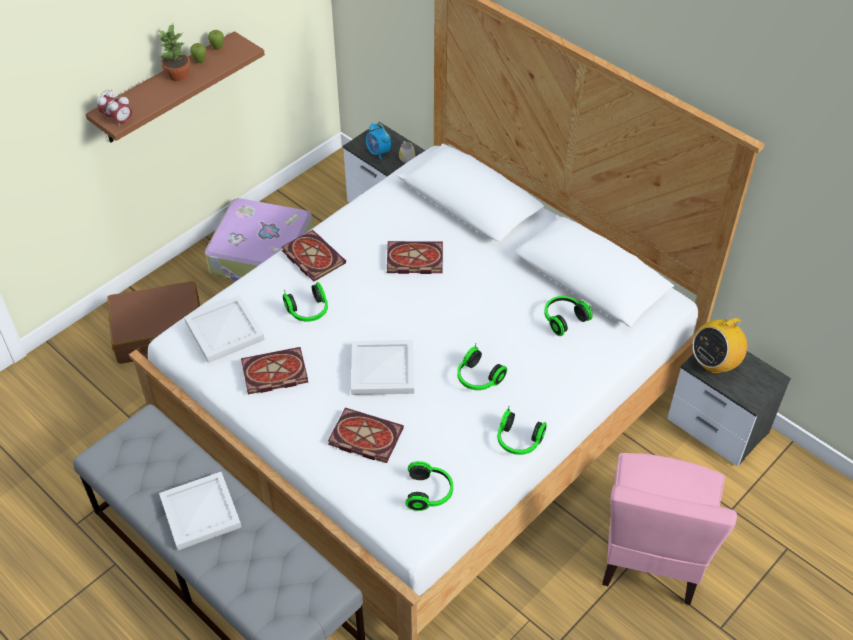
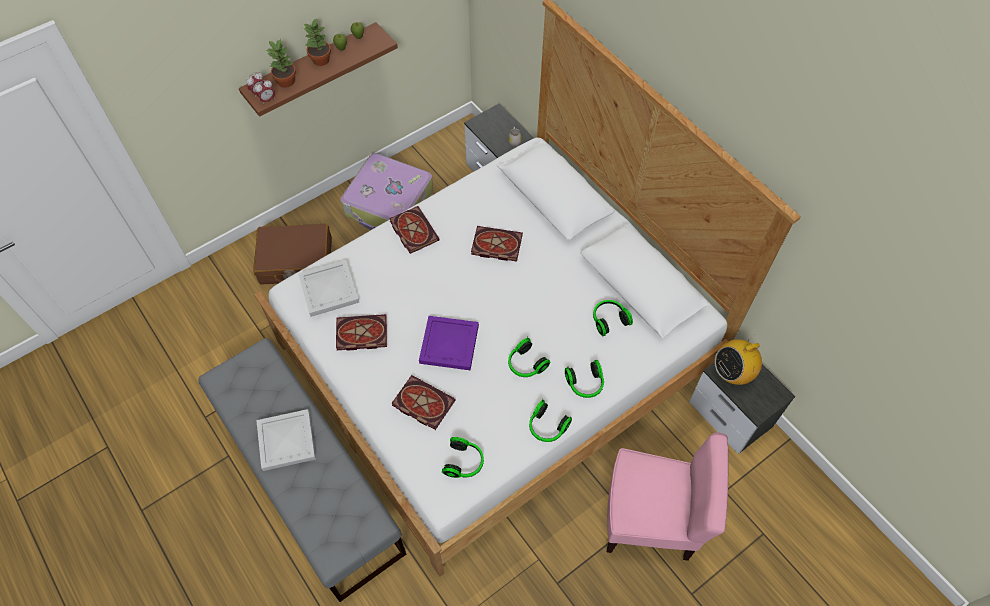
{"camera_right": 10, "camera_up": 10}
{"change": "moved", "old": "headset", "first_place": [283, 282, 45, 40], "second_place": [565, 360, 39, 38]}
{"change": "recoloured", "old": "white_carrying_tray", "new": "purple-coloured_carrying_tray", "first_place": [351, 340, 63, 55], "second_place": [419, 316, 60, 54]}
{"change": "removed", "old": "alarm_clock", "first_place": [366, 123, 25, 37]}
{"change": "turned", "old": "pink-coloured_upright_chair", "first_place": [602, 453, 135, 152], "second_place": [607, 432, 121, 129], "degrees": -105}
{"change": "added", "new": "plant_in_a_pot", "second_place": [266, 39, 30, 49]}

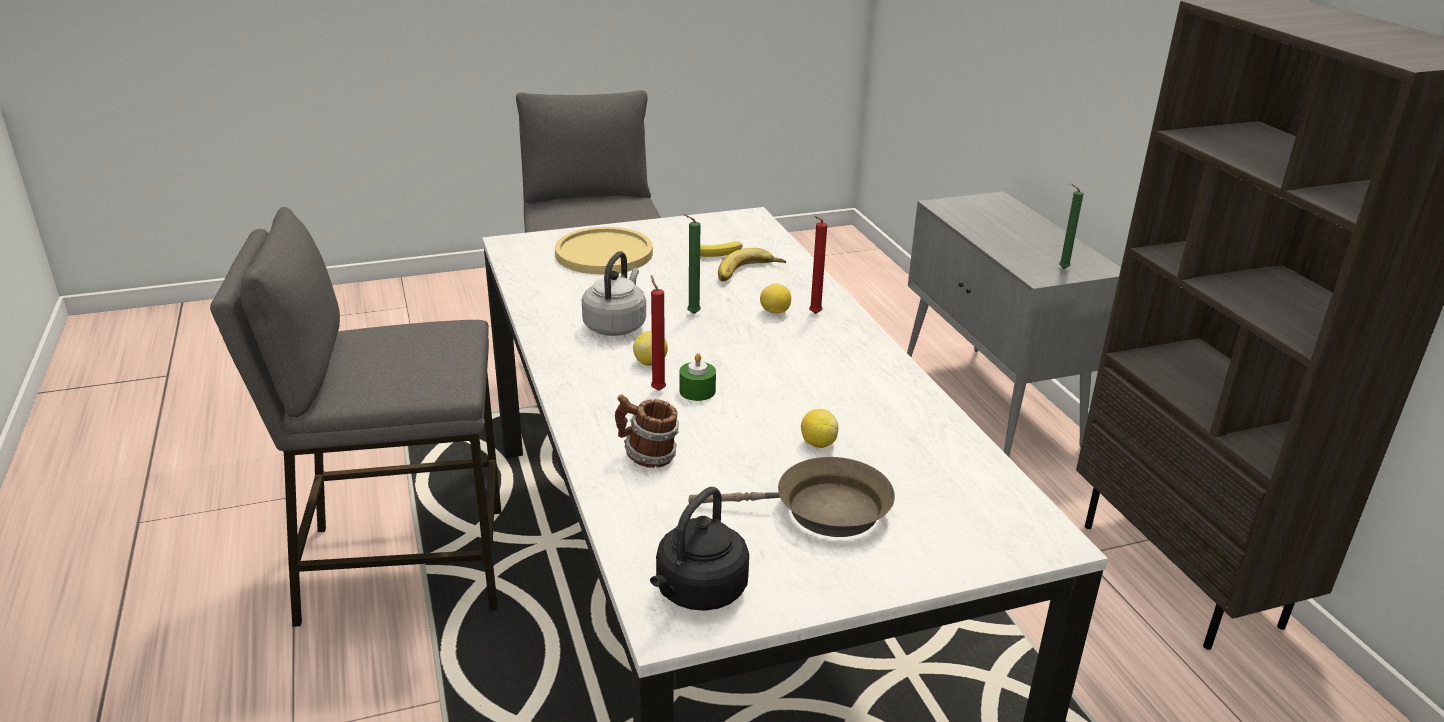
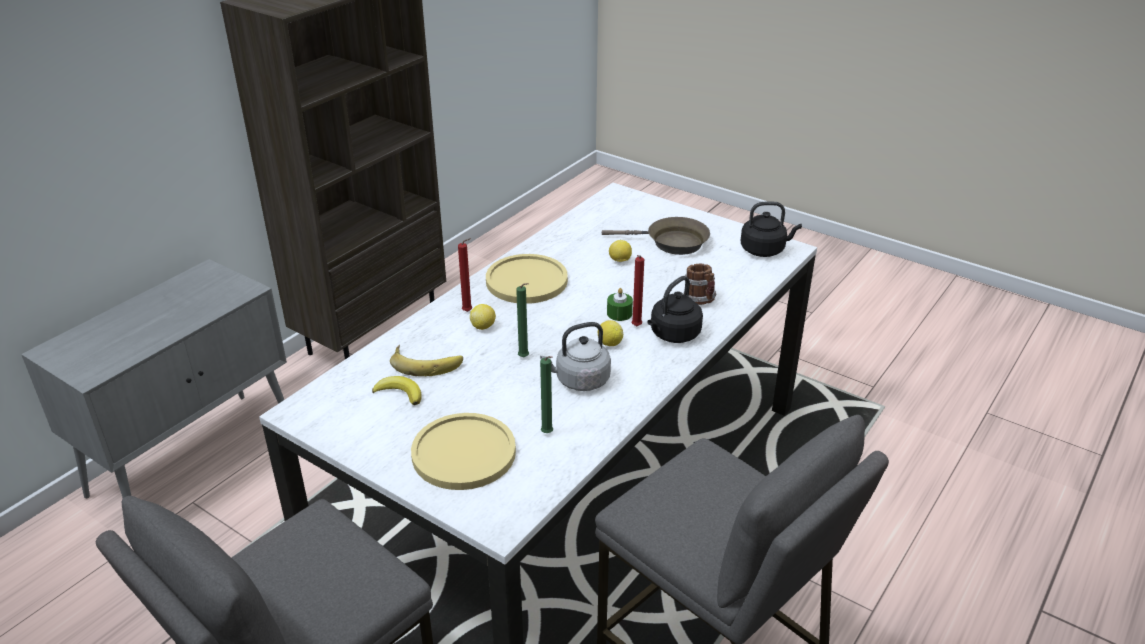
{"camera_right": -125, "camera_up": 5}
{"change": "turned", "old": "brown_pan", "first_place": [689, 457, 206, 80], "second_place": [602, 217, 108, 38], "degrees": 135}
{"change": "moved", "old": "green_candle", "first_place": [1059, 184, 24, 85], "second_place": [540, 356, 13, 77]}
{"change": "added", "new": "yellow-coloured_flat_dish", "second_place": [486, 254, 82, 50]}
{"change": "added", "new": "blackish_kettle", "second_place": [647, 276, 56, 67]}

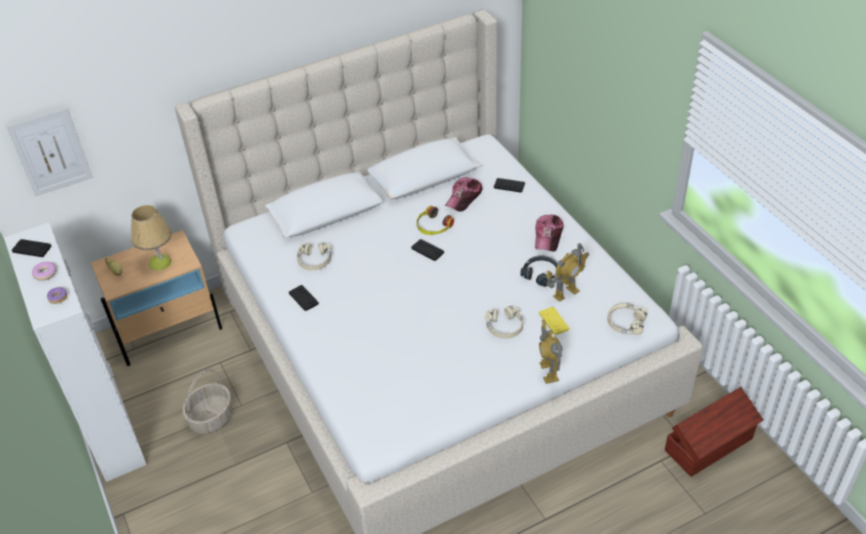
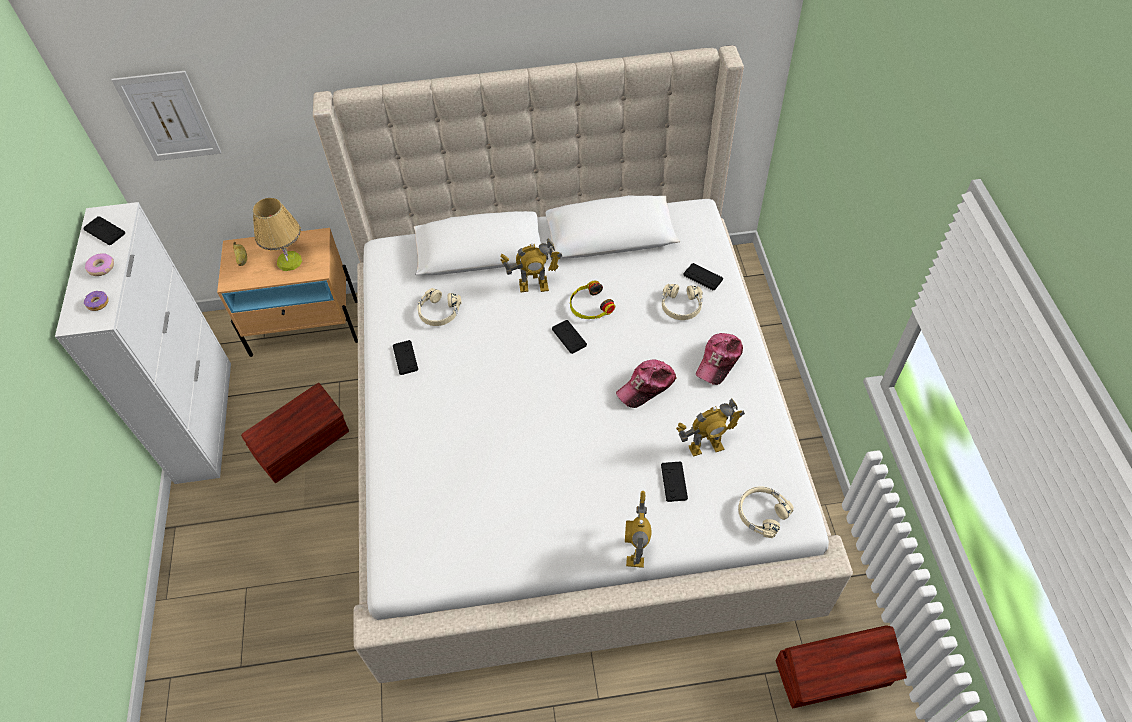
{"camera_right": 20, "camera_up": 10}
{"change": "replaced", "old": "storage_basket", "new": "brown_storage_bin", "first_place": [183, 369, 49, 65], "second_place": [241, 382, 108, 101]}
{"change": "moved", "old": "cap", "first_place": [445, 177, 38, 35], "second_place": [616, 360, 60, 48]}
{"change": "moved", "old": "beige-coloured_headset", "first_place": [485, 306, 38, 33], "second_place": [662, 284, 41, 36]}
{"change": "removed", "old": "blackish_headset", "first_place": [520, 255, 38, 32]}
{"change": "recoloured", "old": "yellow-coloured_gamepad", "new": "blackish_gamepad", "first_place": [539, 307, 30, 28], "second_place": [661, 461, 27, 41]}
{"change": "added", "new": "model_robot", "second_place": [500, 238, 62, 54]}

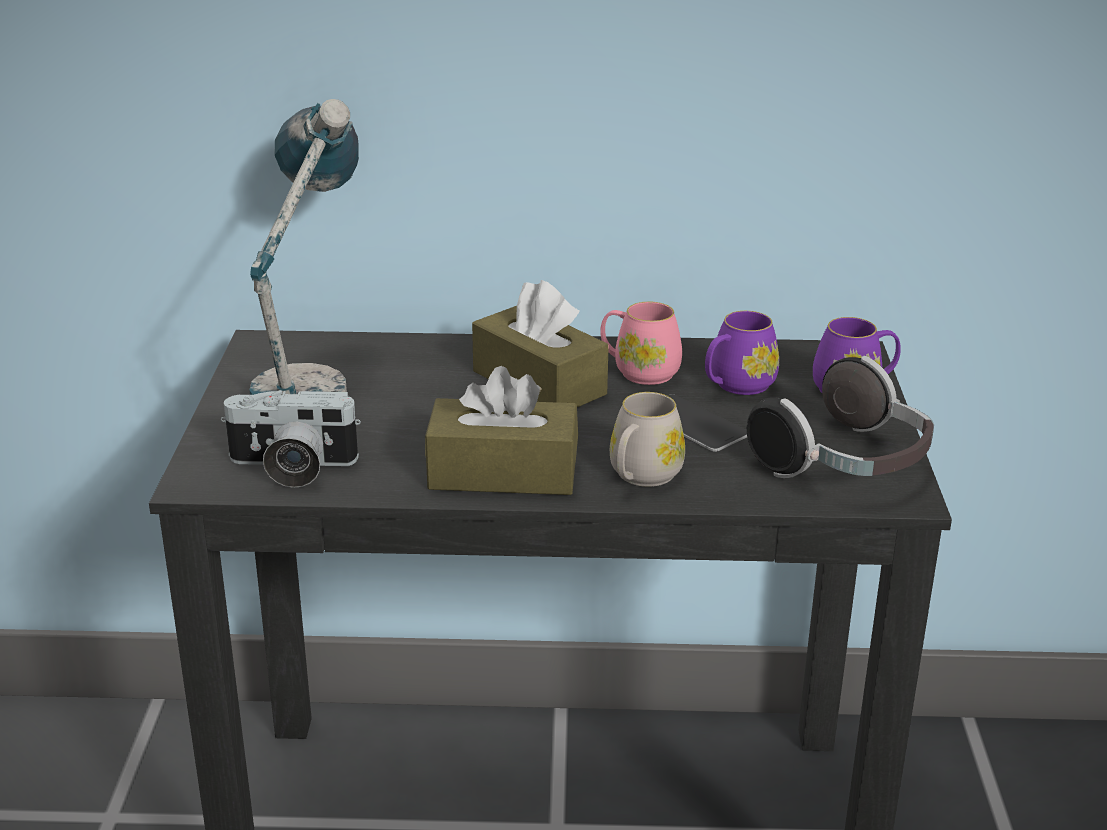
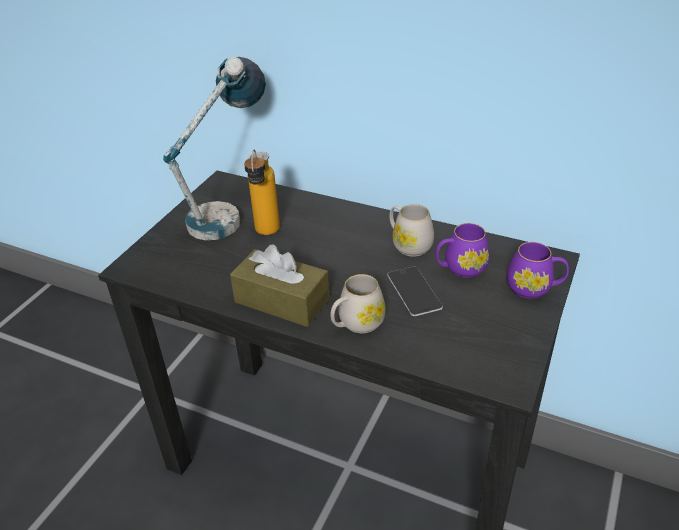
{"camera_right": 25, "camera_up": 10}
{"change": "removed", "old": "photo_camera", "first_place": [221, 390, 140, 98]}
{"change": "removed", "old": "brown_tissue_box", "first_place": [472, 280, 137, 127]}
{"change": "recoloured", "old": "pink-coloured_coffee_mug", "new": "white_coffee_mug", "first_place": [600, 302, 82, 83], "second_place": [390, 204, 44, 53]}
{"change": "removed", "old": "headset", "first_place": [747, 356, 187, 122]}
{"change": "added", "new": "beverage_bottle", "second_place": [244, 149, 36, 86]}

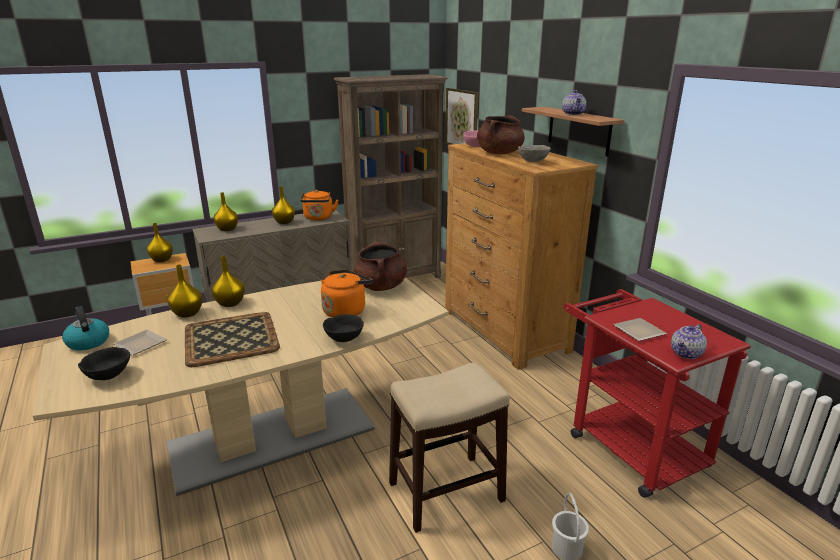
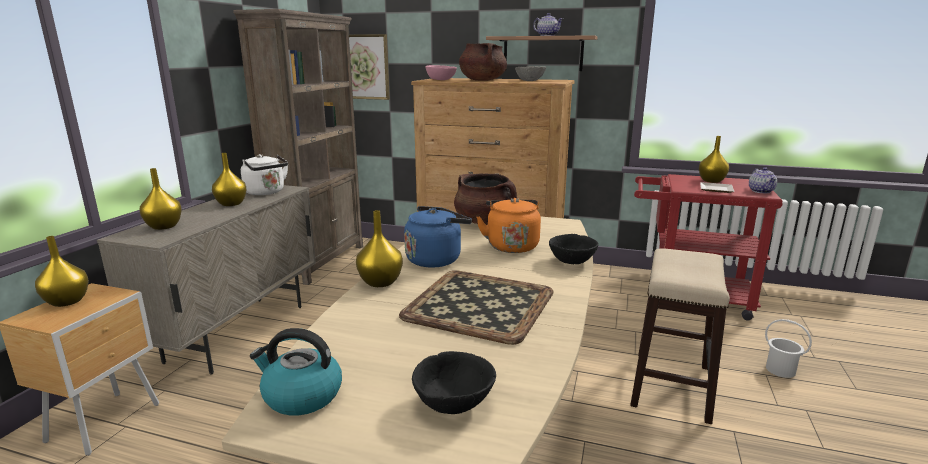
{"camera_right": -45, "camera_up": -5}
{"change": "removed", "old": "flat_dish", "first_place": [114, 330, 53, 25]}
{"change": "moved", "old": "yellow-coloured_decorative_vase", "first_place": [167, 265, 36, 53], "second_place": [699, 136, 30, 47]}
{"change": "recoloured", "old": "orange_kettle", "new": "white_kettle", "first_place": [300, 190, 38, 31], "second_place": [241, 154, 47, 41]}
{"change": "added", "new": "blue_kettle", "second_place": [404, 206, 68, 62]}

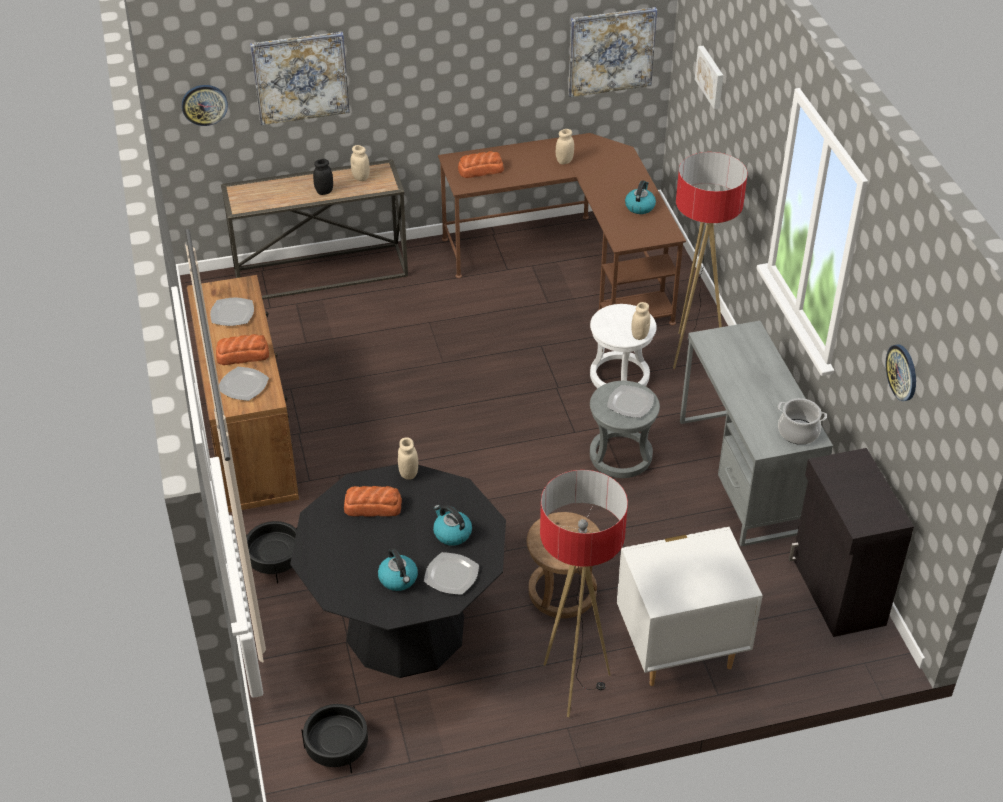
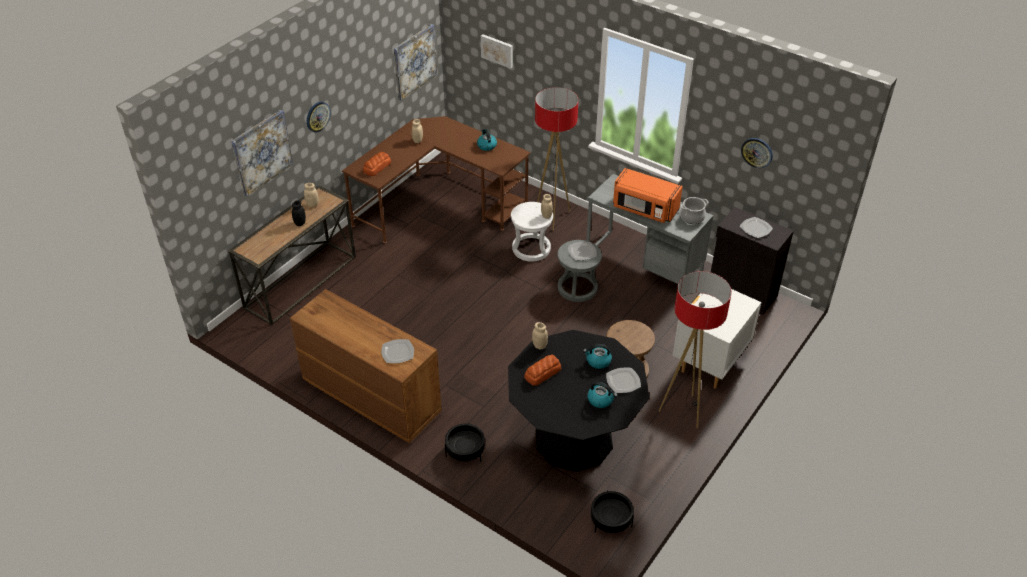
{"camera_right": -40, "camera_up": 0}
{"change": "moved", "old": "hanging_clock", "first_place": [182, 85, 46, 41], "second_place": [307, 102, 24, 30]}
{"change": "moved", "old": "flat_dish", "first_place": [210, 298, 44, 28], "second_place": [740, 217, 33, 21]}
{"change": "removed", "old": "bread", "first_place": [216, 334, 53, 31]}
{"change": "added", "new": "orange_microwave_oven", "second_place": [613, 168, 70, 55]}

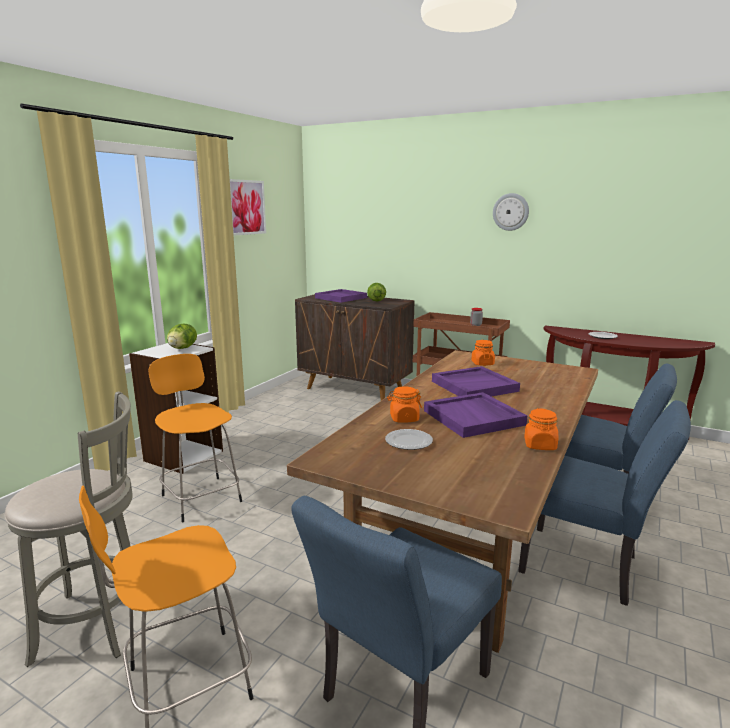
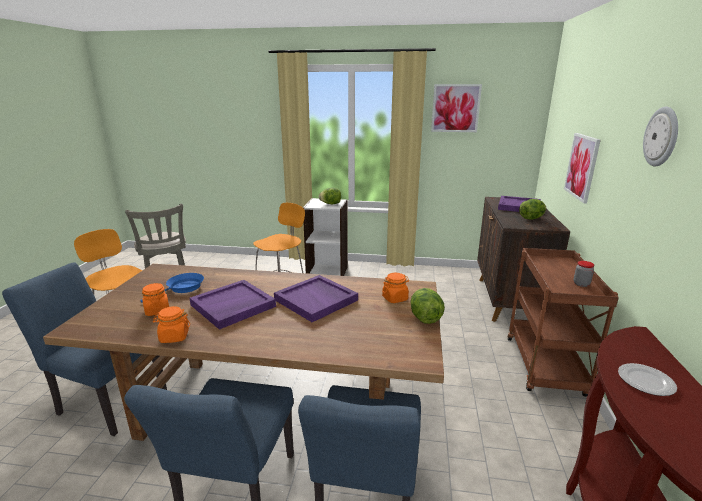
{"camera_right": 70, "camera_up": 5}
{"change": "replaced", "old": "flat_dish", "new": "blue_pan", "first_place": [385, 429, 48, 21], "second_place": [140, 273, 64, 30]}
{"change": "moved", "old": "orange_preserve_jar", "first_place": [387, 386, 35, 37], "second_place": [142, 283, 27, 33]}
{"change": "added", "new": "lettuce_head", "second_place": [410, 288, 35, 36]}
{"change": "added", "new": "wall_picture", "second_place": [564, 133, 37, 70]}

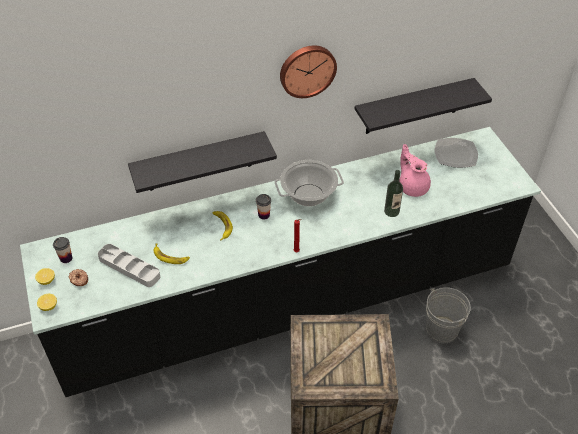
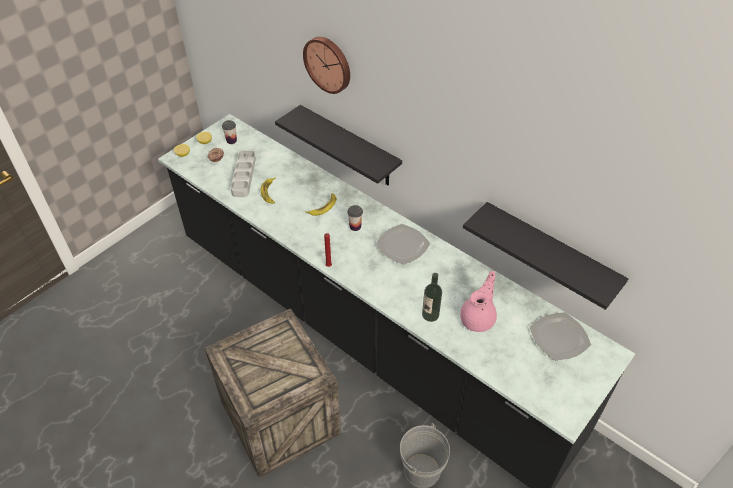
{"camera_right": 60, "camera_up": 0}
{"change": "replaced", "old": "cooking_pot", "new": "flat_dish", "first_place": [275, 160, 69, 46], "second_place": [376, 224, 54, 41]}
{"change": "moved", "old": "hanging_clock", "first_place": [280, 46, 57, 52], "second_place": [303, 37, 47, 57]}

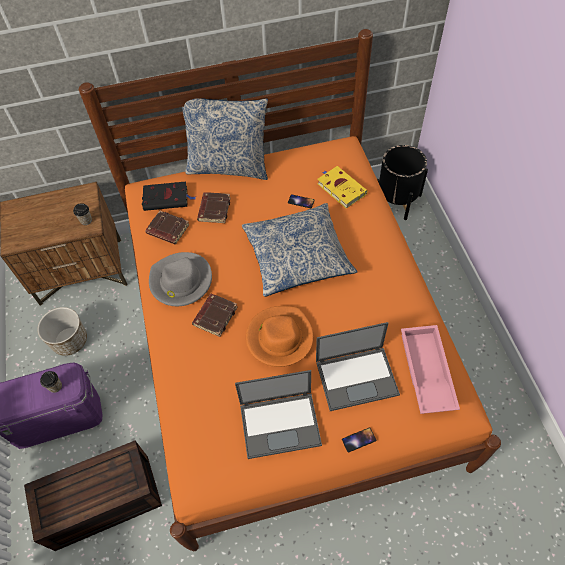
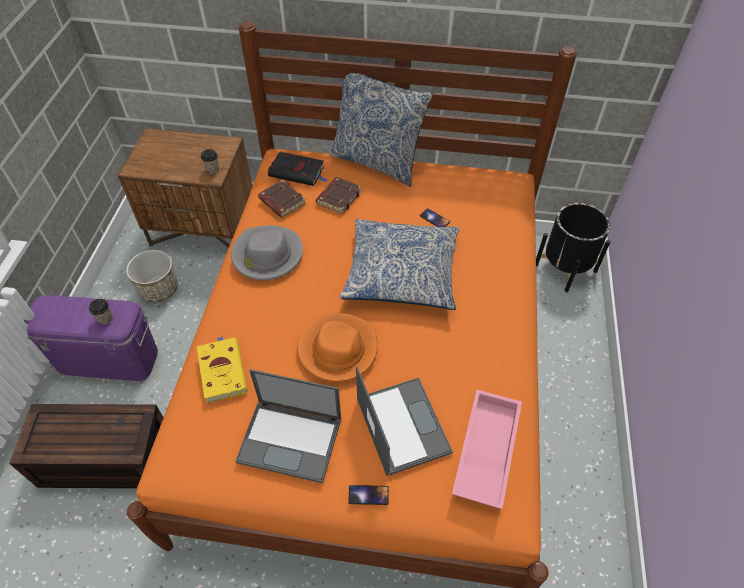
{"camera_right": 20, "camera_up": -5}
{"change": "removed", "old": "brown_bound_book", "first_place": [192, 294, 46, 43]}
{"change": "turned", "old": "portable_computer", "first_place": [316, 322, 84, 89], "second_place": [356, 366, 97, 110], "degrees": -120}
{"change": "moved", "old": "yellow-coloured_bound_book", "first_place": [317, 166, 51, 43], "second_place": [197, 337, 51, 66]}

